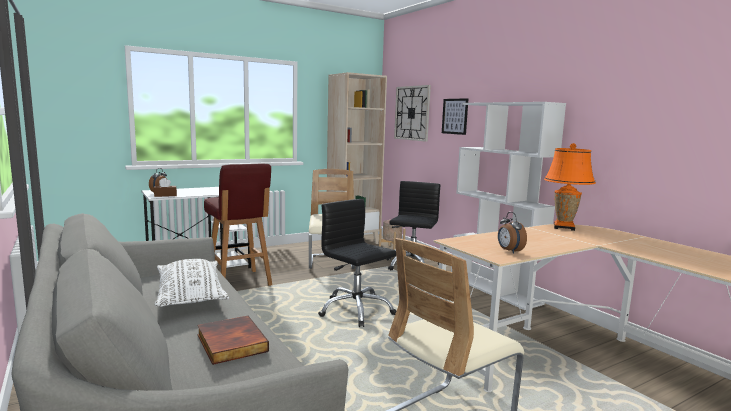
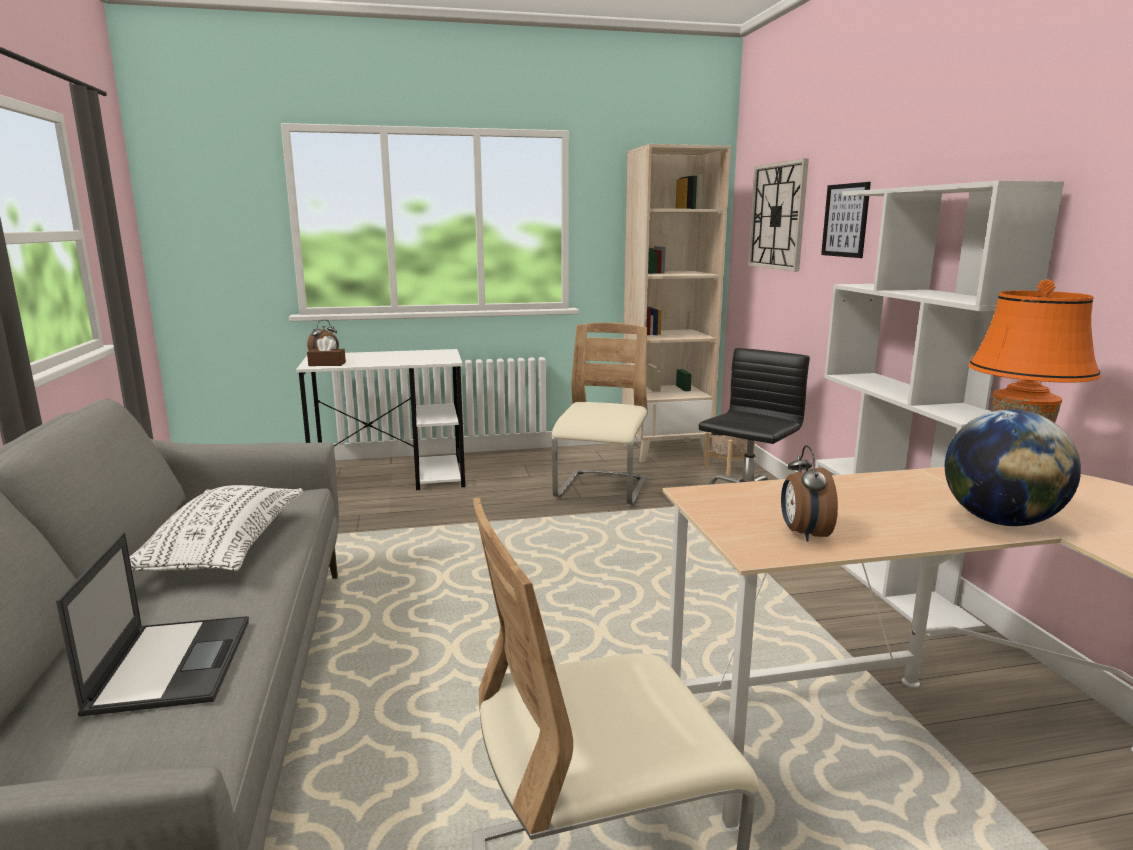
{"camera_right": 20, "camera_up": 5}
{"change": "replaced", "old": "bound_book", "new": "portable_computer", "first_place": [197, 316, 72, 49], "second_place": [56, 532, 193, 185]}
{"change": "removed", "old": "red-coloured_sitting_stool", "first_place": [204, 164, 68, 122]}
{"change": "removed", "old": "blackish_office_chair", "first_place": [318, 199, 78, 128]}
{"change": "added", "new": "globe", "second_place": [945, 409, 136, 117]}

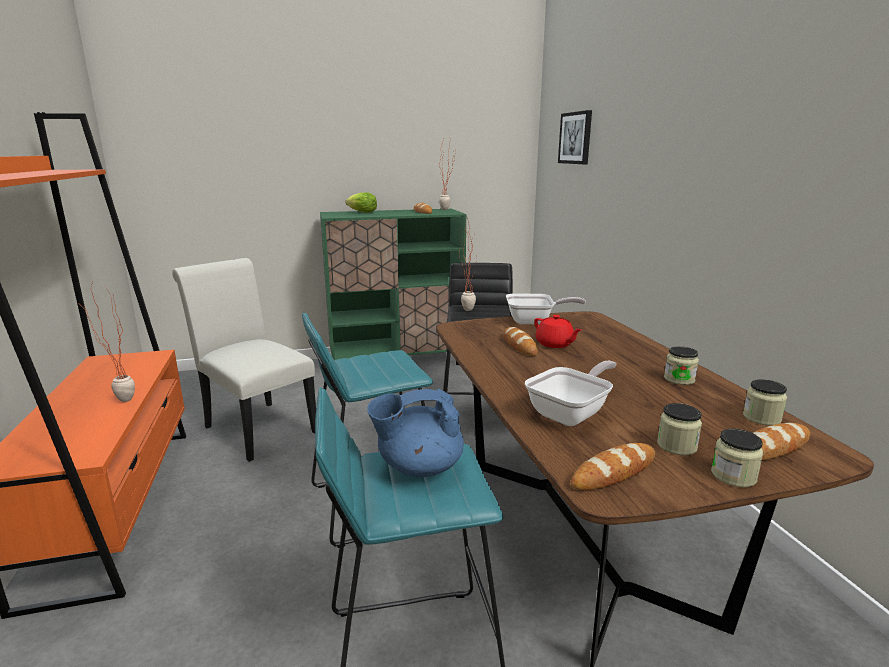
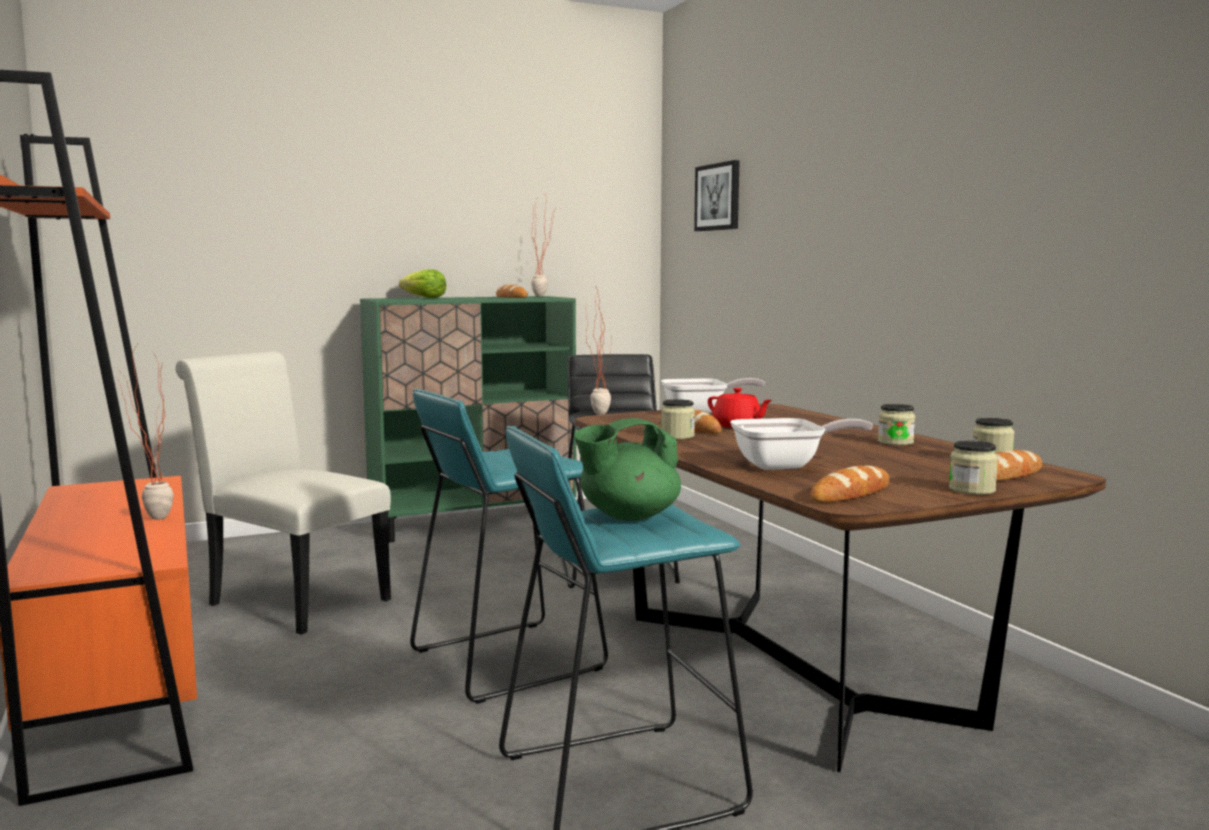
{"camera_right": -10, "camera_up": -10}
{"change": "recoloured", "old": "blue_tea_pot", "new": "green_tea_pot", "first_place": [367, 389, 97, 88], "second_place": [574, 418, 107, 103]}
{"change": "turned", "old": "pan", "first_place": [524, 361, 93, 65], "second_place": [730, 418, 143, 52], "degrees": 45}
{"change": "moved", "old": "preserve_jar", "first_place": [657, 403, 45, 52], "second_place": [661, 399, 34, 40]}

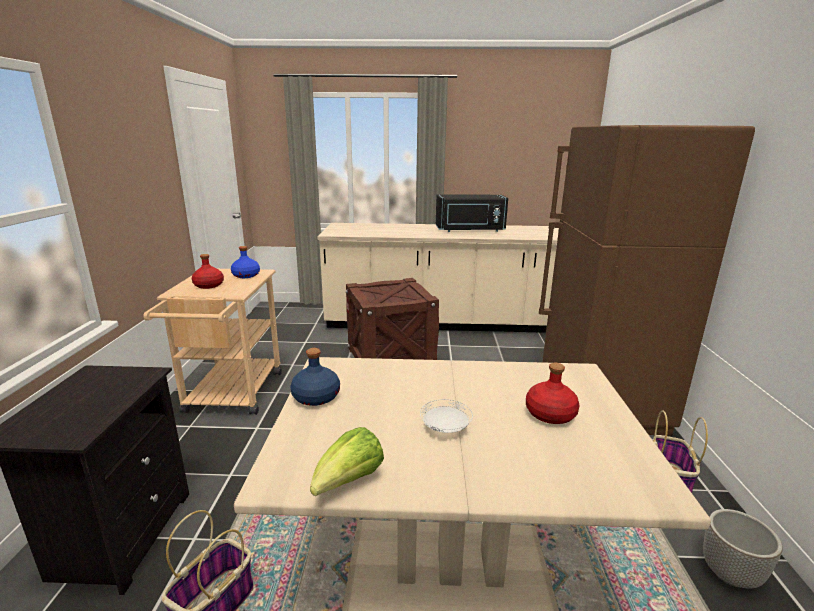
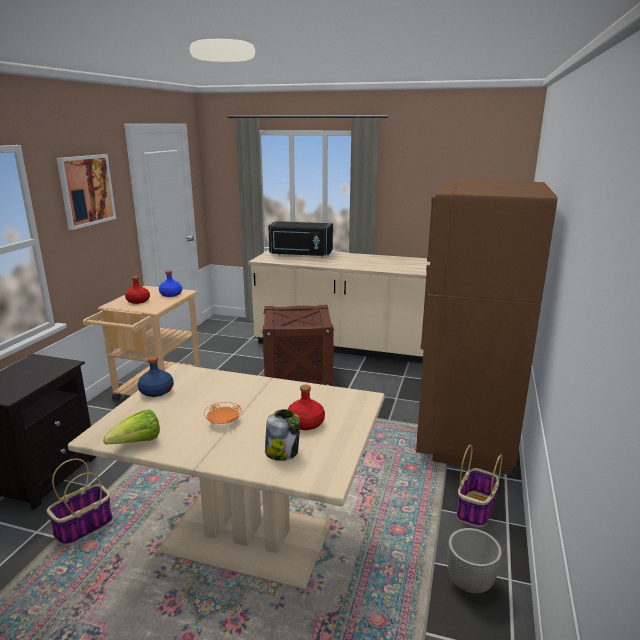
{"camera_right": 15, "camera_up": 0}
{"change": "recoloured", "old": "white_flat_dish", "new": "orange_flat_dish", "first_place": [420, 399, 53, 34], "second_place": [204, 402, 38, 22]}
{"change": "moved", "old": "blackish_microwave_oven", "first_place": [436, 195, 72, 37], "second_place": [268, 221, 65, 36]}
{"change": "added", "new": "wall_picture", "second_place": [57, 154, 59, 76]}
{"change": "added", "new": "preserve_jar", "second_place": [265, 409, 35, 52]}

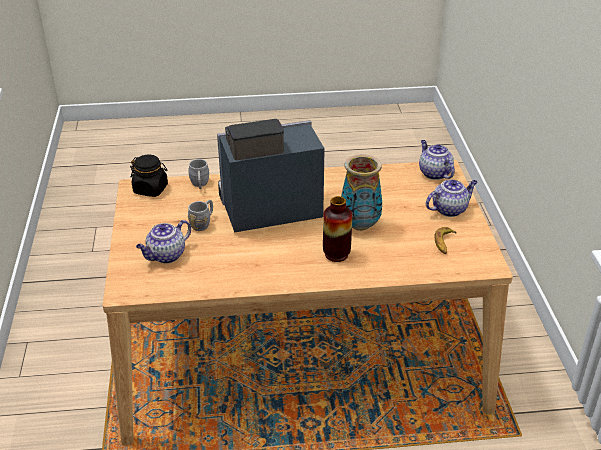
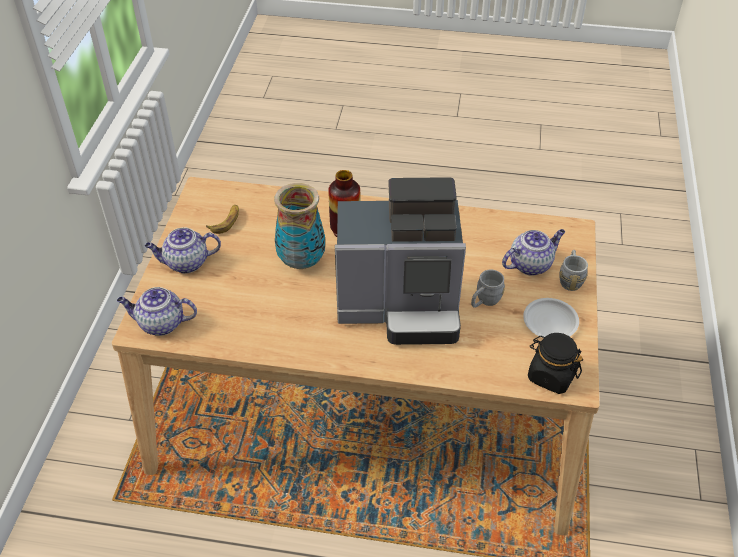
{"camera_right": -165, "camera_up": 10}
{"change": "moved", "old": "greyish_coffee_mug", "first_place": [188, 159, 21, 30], "second_place": [560, 250, 28, 41]}
{"change": "turned", "old": "tea_pot", "first_place": [419, 140, 36, 40], "second_place": [117, 287, 80, 49], "degrees": 105}
{"change": "added", "new": "white_flat_dish", "second_place": [523, 298, 56, 40]}

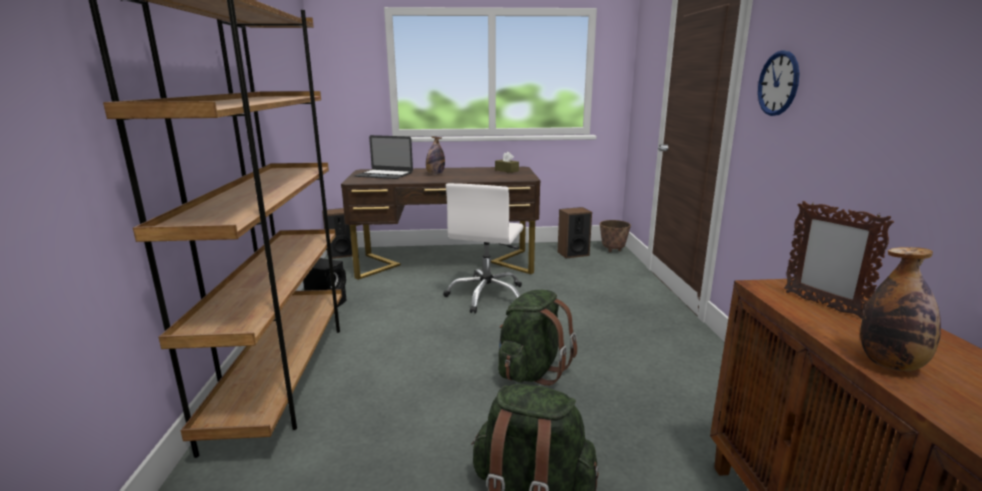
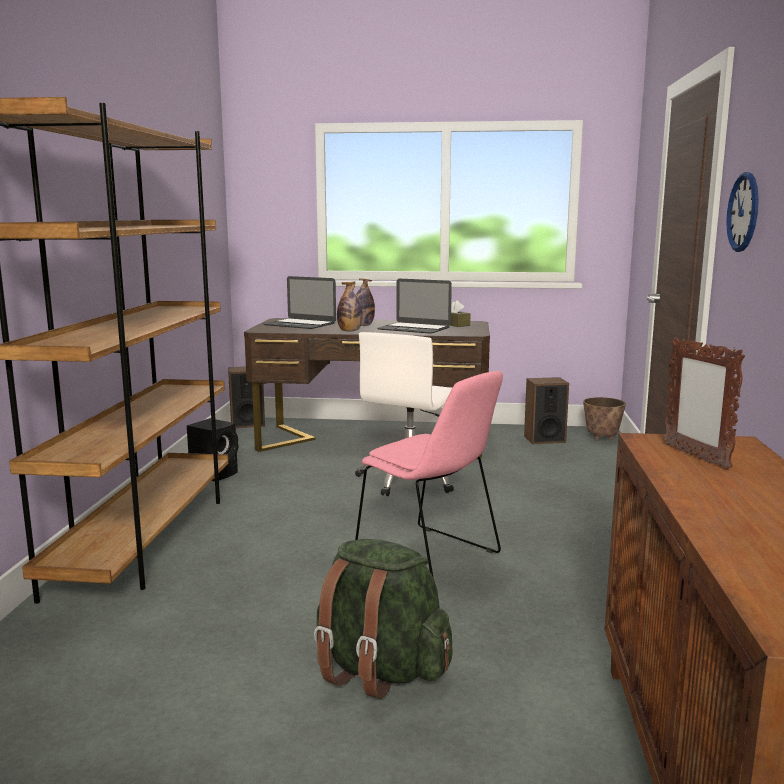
{"camera_right": 10, "camera_up": -5}
{"change": "replaced", "old": "green_backpack", "new": "pink-coloured_upright_chair", "first_place": [498, 290, 79, 96], "second_place": [355, 371, 148, 205]}
{"change": "moved", "old": "beverage_bottle", "first_place": [860, 247, 81, 124], "second_place": [337, 281, 25, 50]}
{"change": "added", "new": "portable_computer", "second_place": [377, 279, 75, 55]}

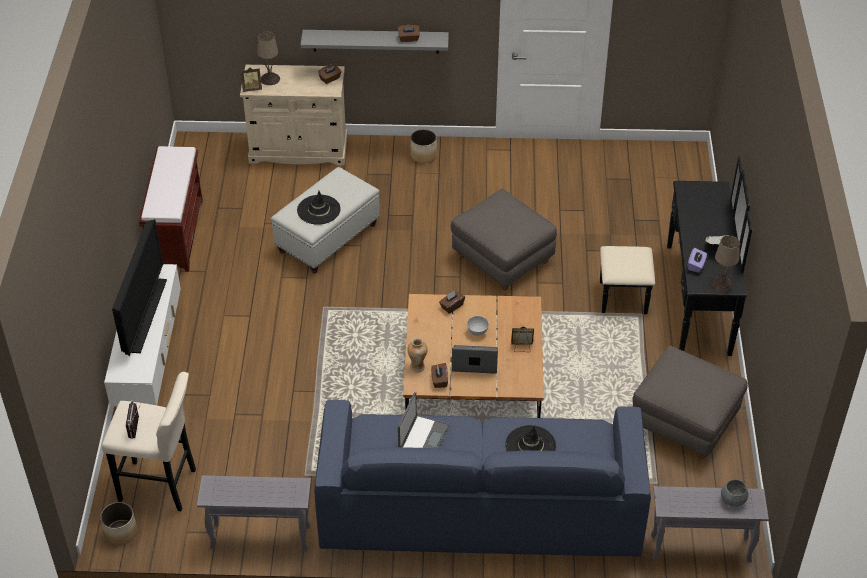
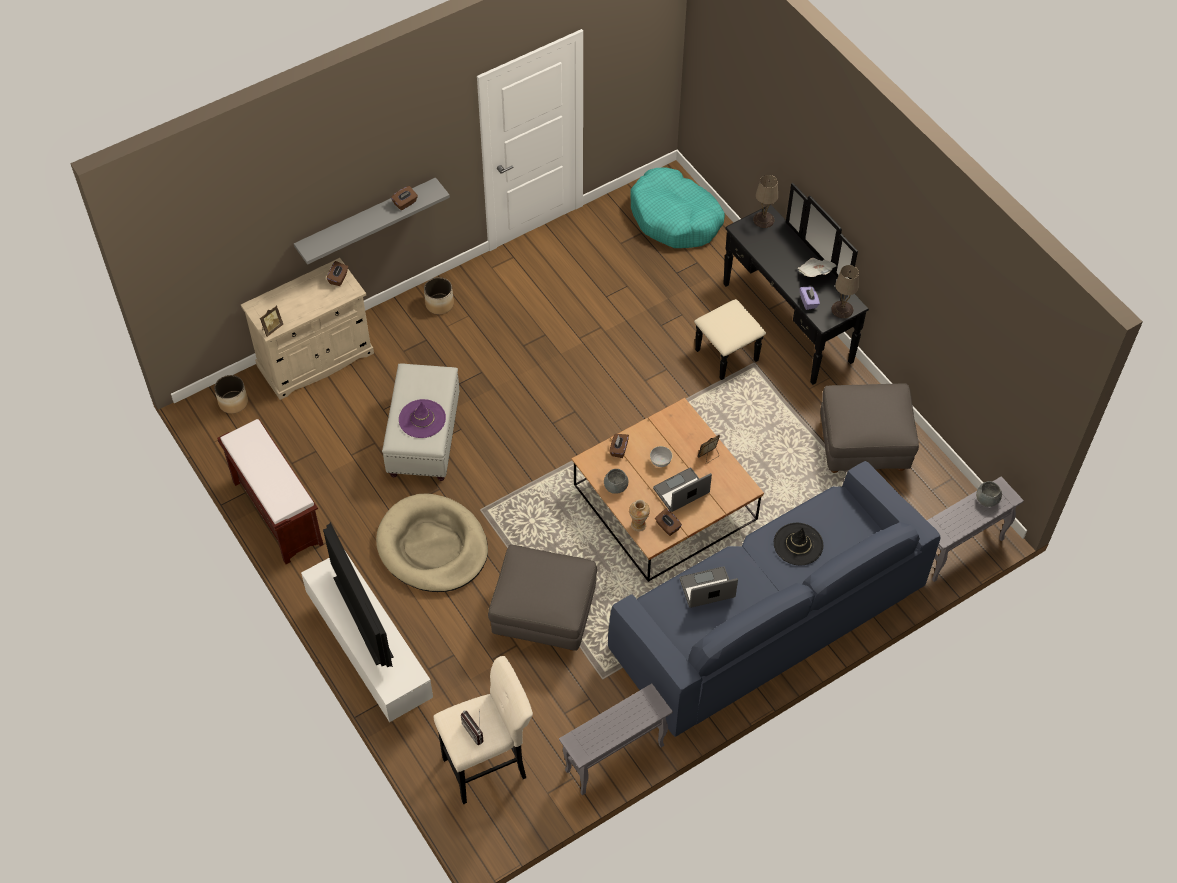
{"camera_right": -35, "camera_up": 10}
{"change": "moved", "old": "flower_pot", "first_place": [100, 502, 37, 43], "second_place": [214, 375, 34, 39]}
{"change": "moved", "old": "beige-coloured_table_lamp", "first_place": [257, 32, 23, 53], "second_place": [753, 175, 25, 53]}
{"change": "recoloured", "old": "blackish_wearable_hat", "new": "purple-coloured_wearable_hat", "first_place": [297, 191, 44, 34], "second_place": [399, 399, 47, 39]}
{"change": "turned", "old": "portable_computer", "first_place": [398, 392, 51, 56], "second_place": [680, 566, 58, 42], "degrees": -90}
{"change": "moved", "old": "greyish_ottoman", "first_place": [451, 189, 106, 101], "second_place": [488, 544, 109, 107]}
{"change": "added", "new": "beige-coloured_pet_bed", "second_place": [376, 494, 112, 98]}
{"change": "added", "new": "greyish_deep_dish", "second_place": [604, 469, 25, 25]}
{"change": "added", "new": "turquoise-coloured_pet_bed", "second_place": [630, 168, 95, 80]}

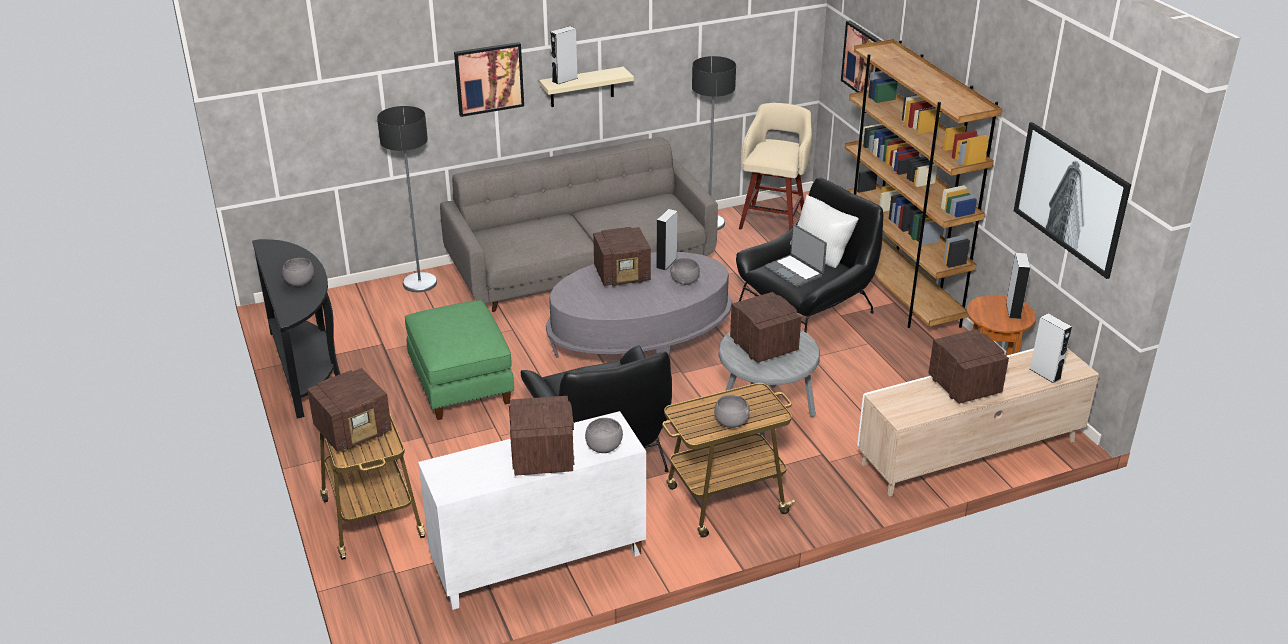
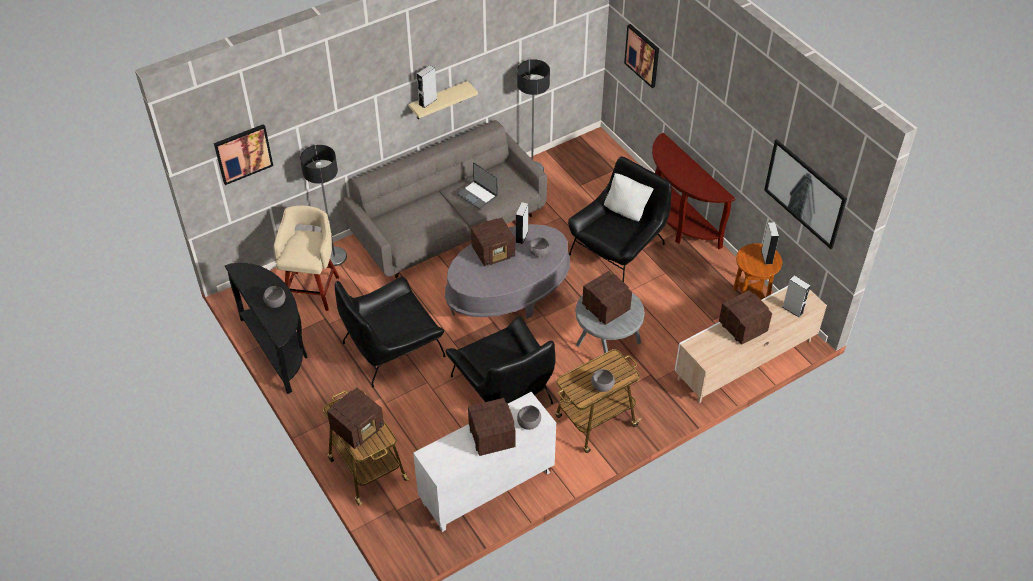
{"camera_right": -10, "camera_up": 15}
{"change": "replaced", "old": "green_ottoman", "new": "blackish_lounge_chair", "first_place": [405, 300, 109, 120], "second_place": [335, 276, 110, 111]}
{"change": "moved", "old": "wall_picture", "first_place": [454, 42, 70, 75], "second_place": [214, 124, 59, 61]}
{"change": "moved", "old": "beige-coloured_sitting_stool", "first_place": [739, 103, 73, 127], "second_place": [274, 206, 65, 105]}
{"change": "moved", "old": "portable_computer", "first_place": [764, 224, 63, 64], "second_place": [456, 162, 42, 48]}
{"change": "replaced", "old": "brown_shelving_unit", "new": "brown_hall_table", "first_place": [845, 39, 157, 289], "second_place": [652, 133, 83, 116]}

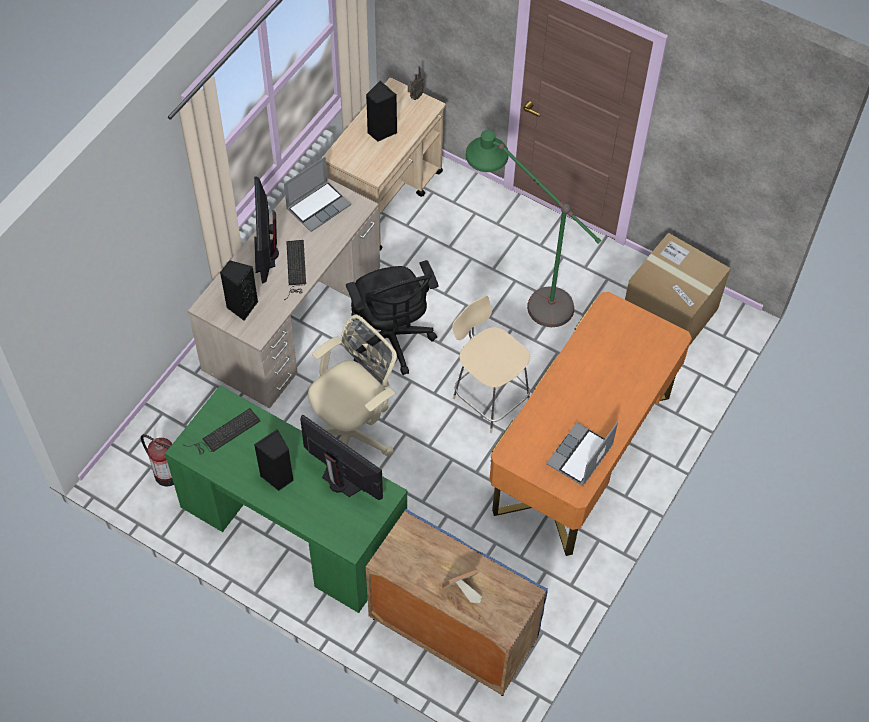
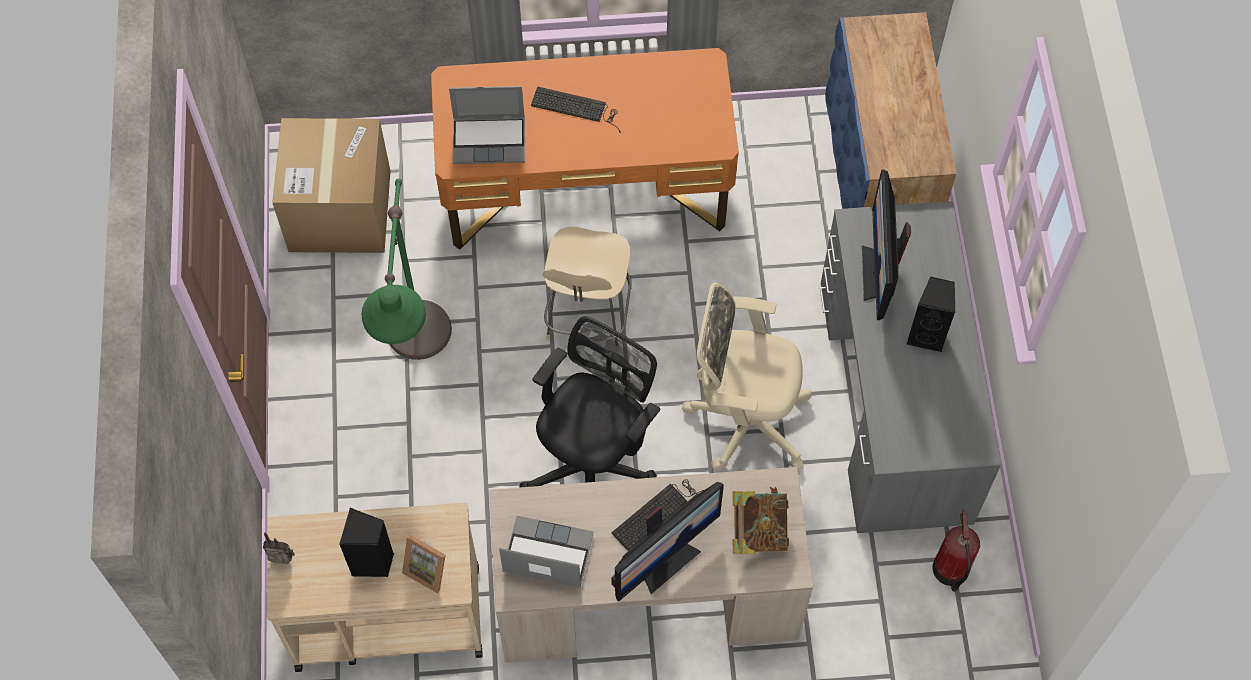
{"camera_right": -125, "camera_up": 5}
{"change": "recoloured", "old": "green_desk_unit", "new": "greyish_desk_unit", "first_place": [165, 385, 243, 228], "second_place": [820, 201, 181, 332]}
{"change": "moved", "old": "PC_keyboard", "first_place": [183, 408, 77, 47], "second_place": [531, 86, 90, 47]}
{"change": "replaced", "old": "blackish_loudspeaker", "new": "bound_book", "first_place": [220, 260, 38, 61], "second_place": [733, 486, 56, 68]}
{"change": "moved", "old": "picture_frame", "first_place": [442, 569, 40, 34], "second_place": [402, 534, 44, 59]}
{"change": "moved", "old": "portable_computer", "first_place": [546, 422, 72, 64], "second_place": [449, 86, 76, 78]}

